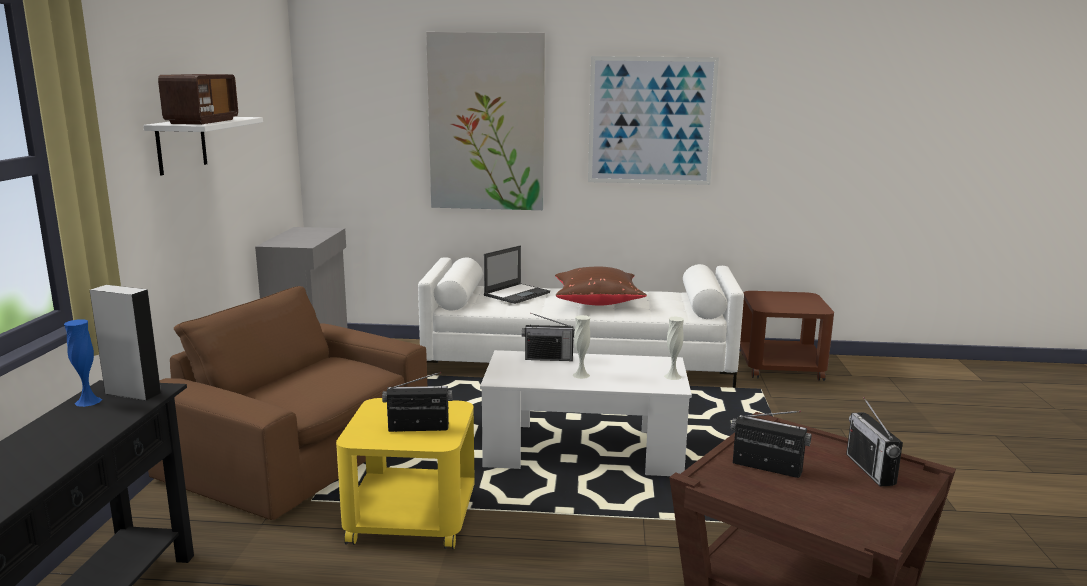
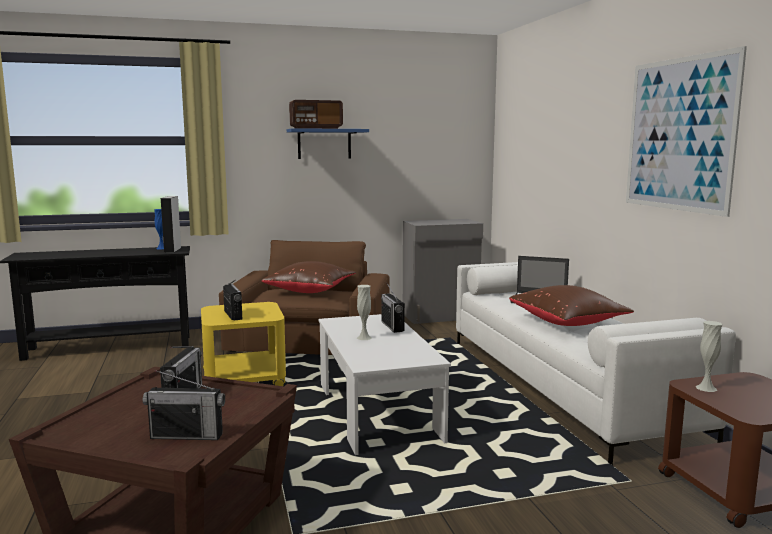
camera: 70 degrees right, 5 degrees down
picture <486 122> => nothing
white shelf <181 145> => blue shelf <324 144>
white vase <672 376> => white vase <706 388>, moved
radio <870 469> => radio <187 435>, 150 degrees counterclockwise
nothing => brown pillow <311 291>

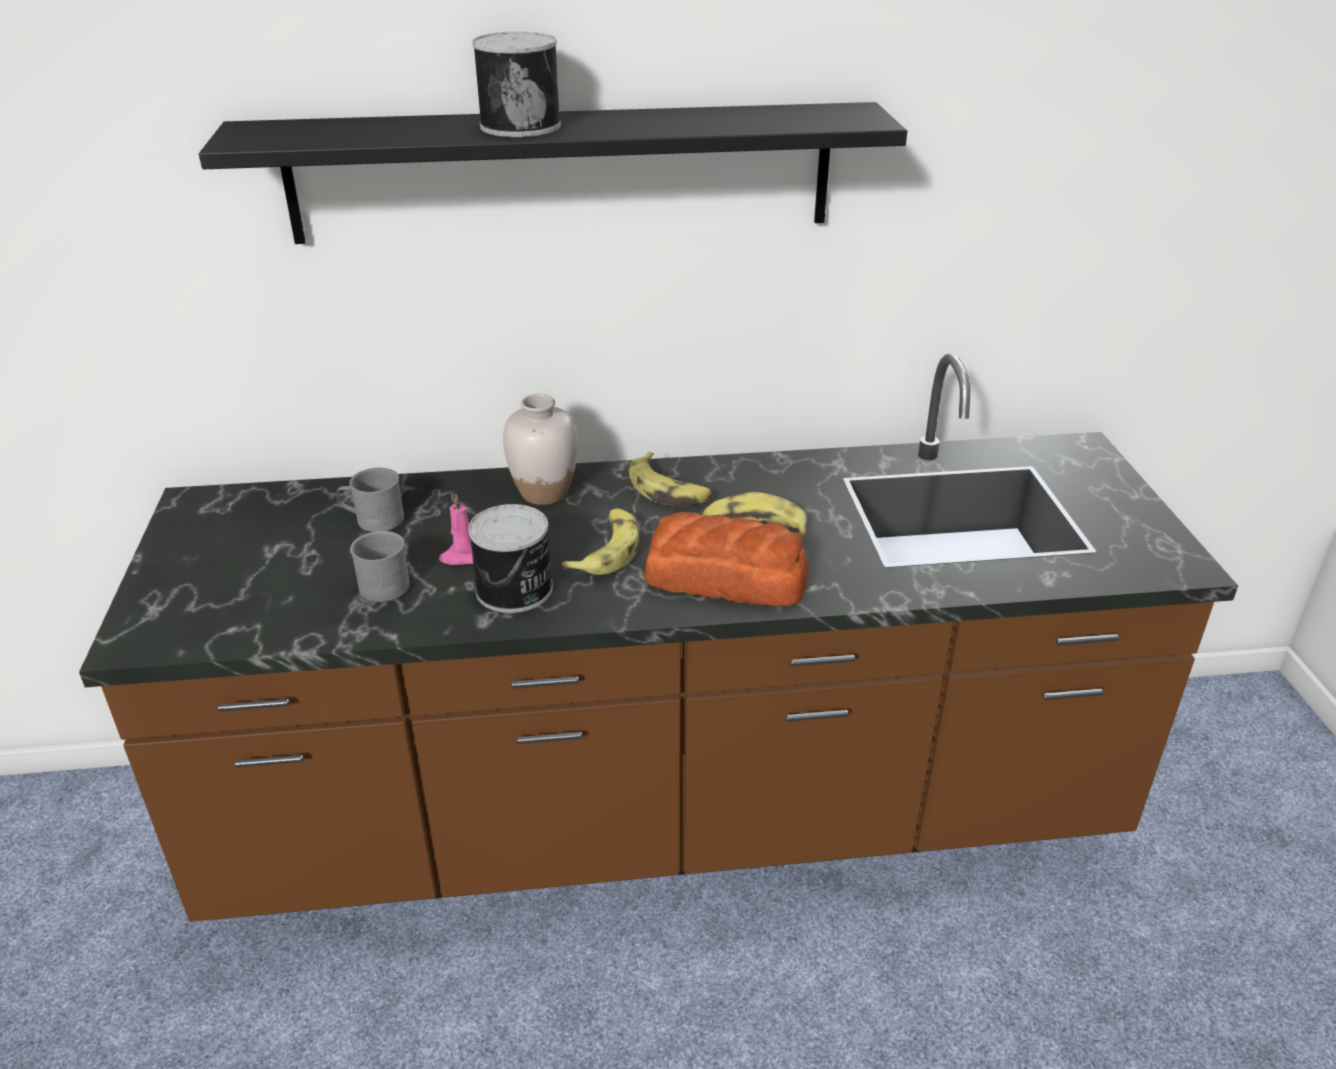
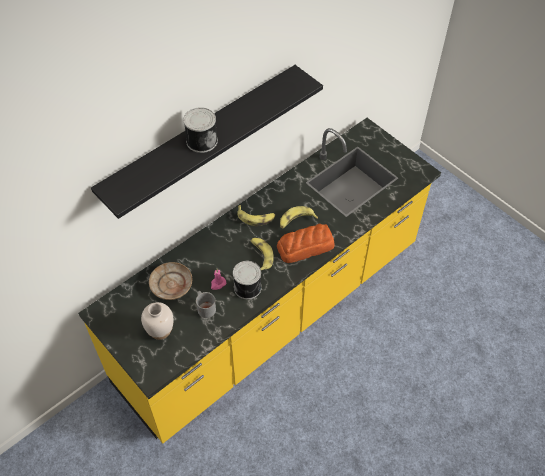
camera: 35 degrees left, 20 degrees up
brown counter <668 817> => yellow counter <272 314>
white vase <543 493> => white vase <160 331>, moved
grey mug <373 519> => beige plate <171 285>

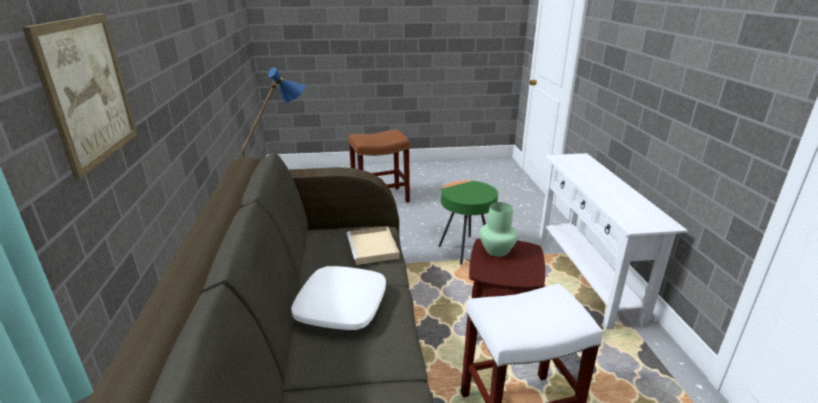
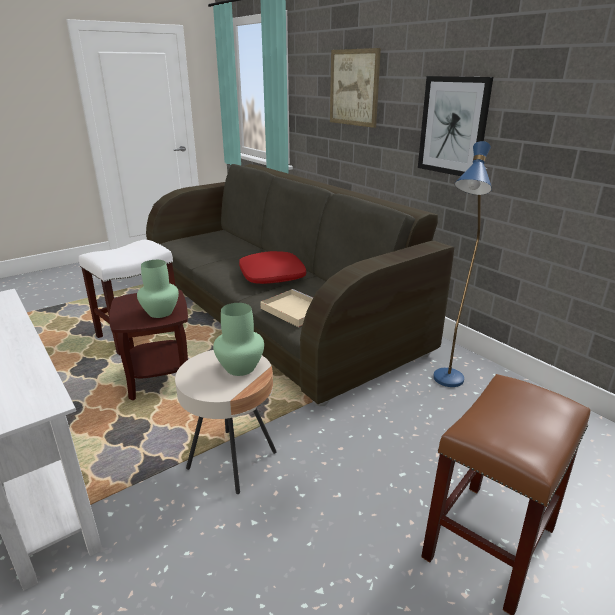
camera: 150 degrees right, 0 degrees up
green side table <465 250> => beige side table <232 460>
white pillow <341 306> => red pillow <272 276>
nothing => picture <453 126>
nothing => green vase <239 367>

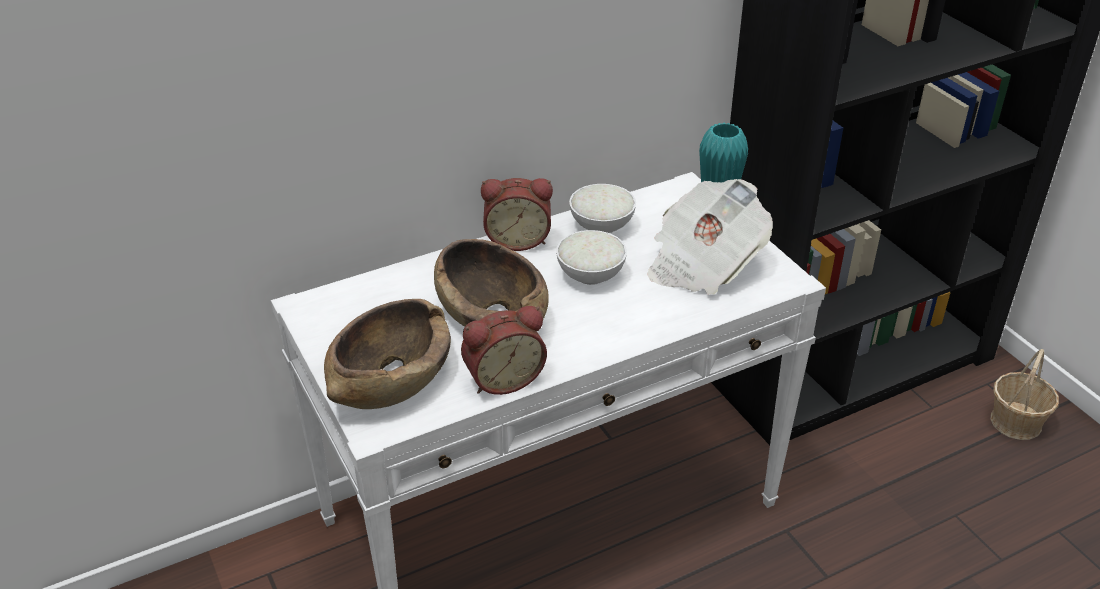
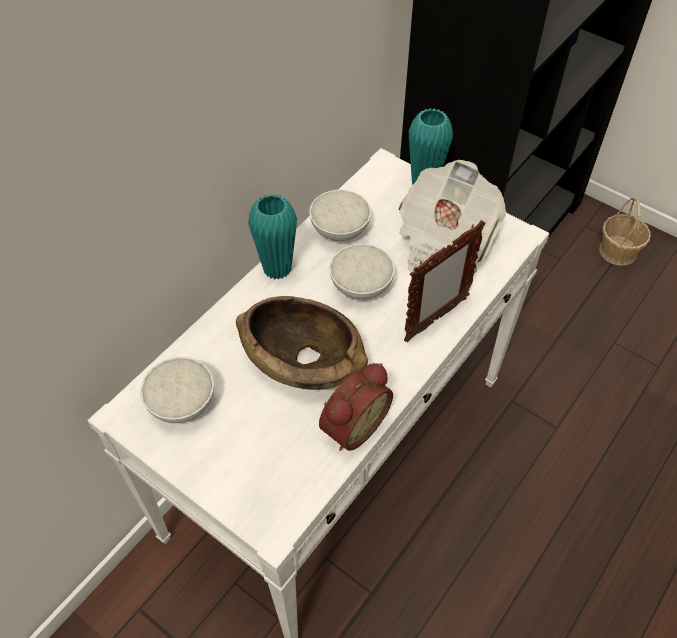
camera: 25 degrees left, 15 degrees up
alarm clock <518 239> => turquoise vase <277 269>
brown bowl <390 379> => nothing
nothing => picture frame <435 319>
nothing => white bowl <183 404>

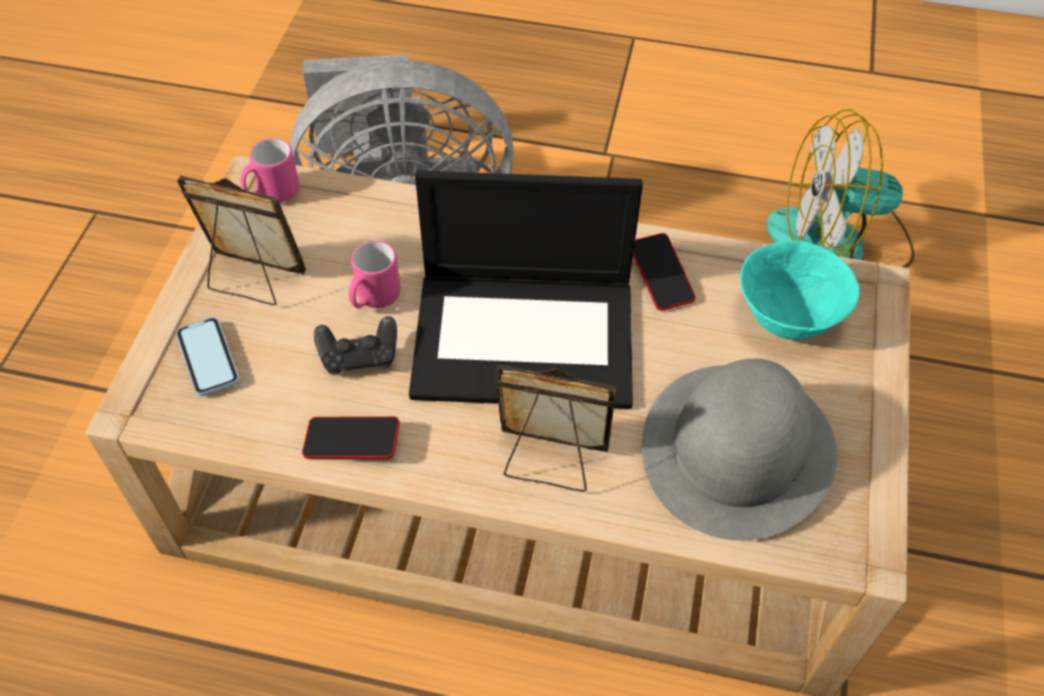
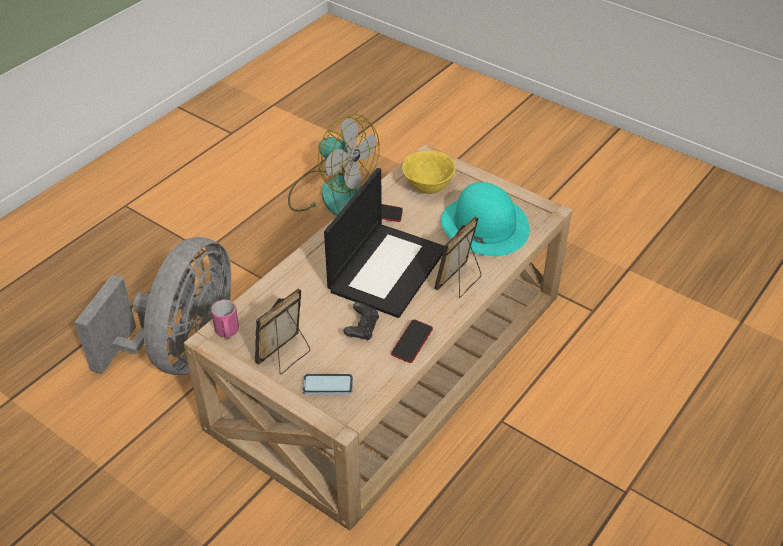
camera: 65 degrees left, 10 degrees down
fan <839 243> => fan <331 193>, 75 degrees counterclockwise
pink mug <374 299> => nothing
turquoise bowl <786 318> => yellow bowl <427 187>
grey hat <737 448> => turquoise hat <484 225>

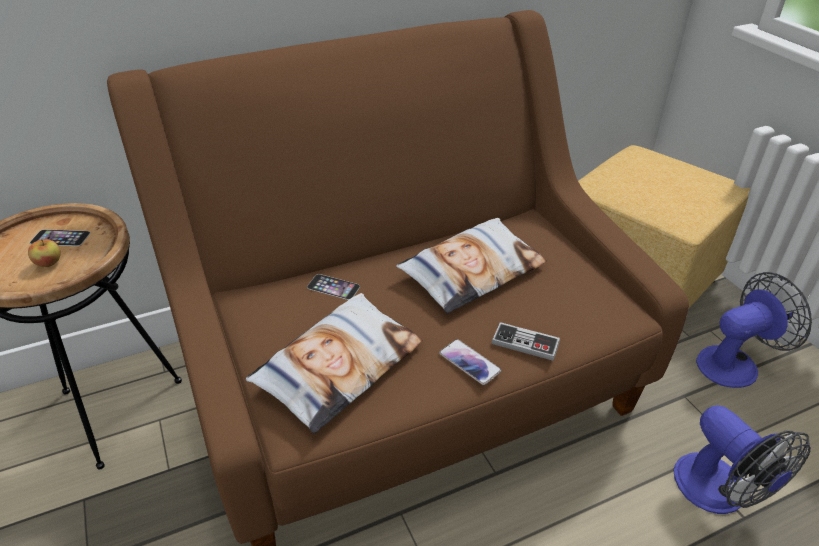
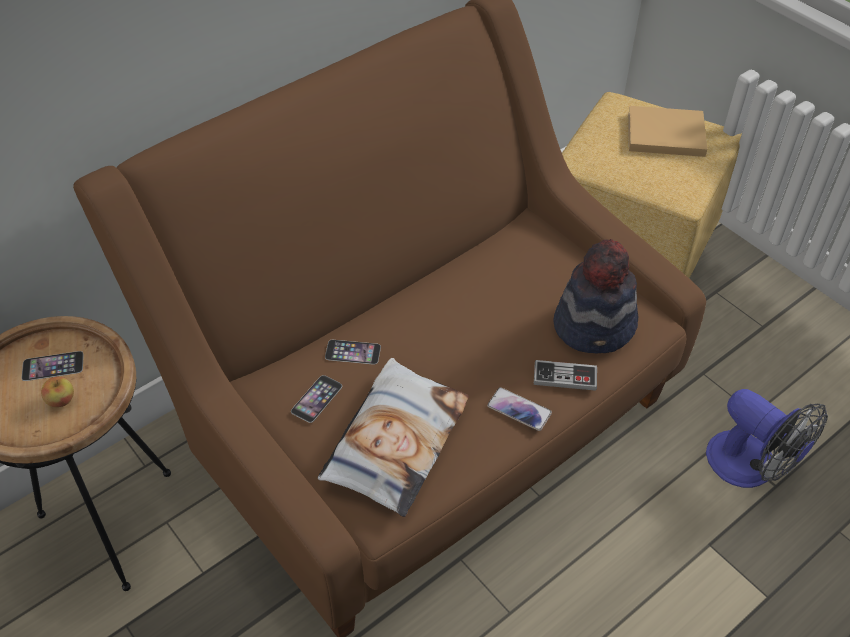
camera: 15 degrees left, 10 degrees up
pillow <472 271> => nothing
fan <735 363> => nothing
nothing => beige book <663 134>
nothing => hat <595 325>
nothing => phone <316 398>

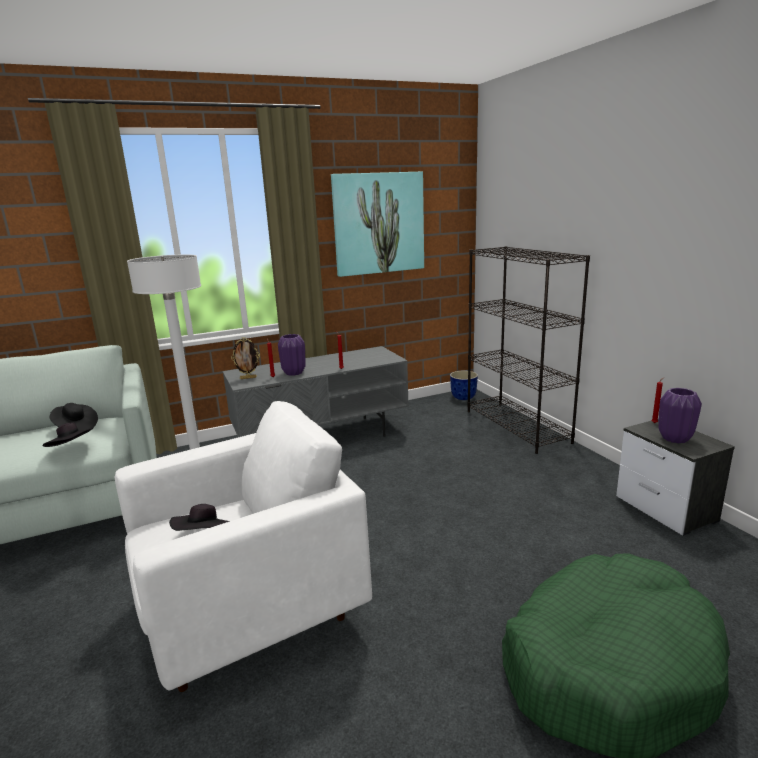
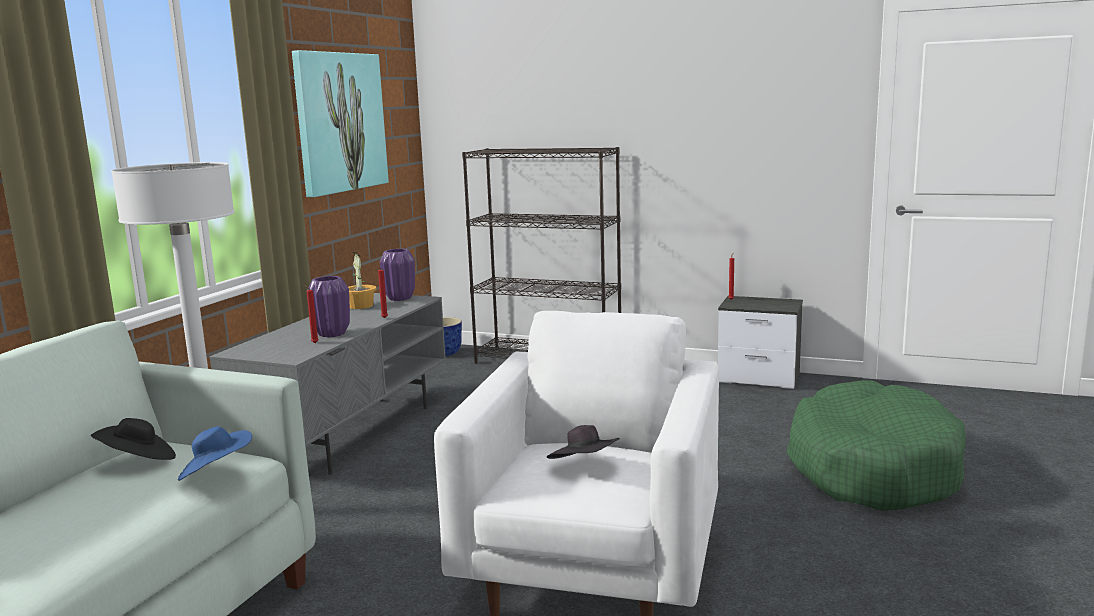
camera: 45 degrees left, 5 degrees down
picture frame <248 378> => nothing
purple vase <674 438> => purple vase <399 298>, moved
black hat <72 448> => blue hat <216 473>
nothing => potted plant <360 306>

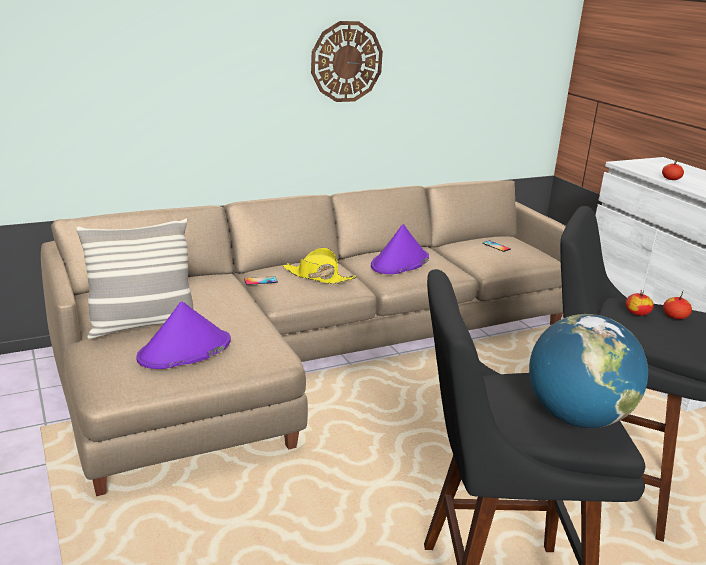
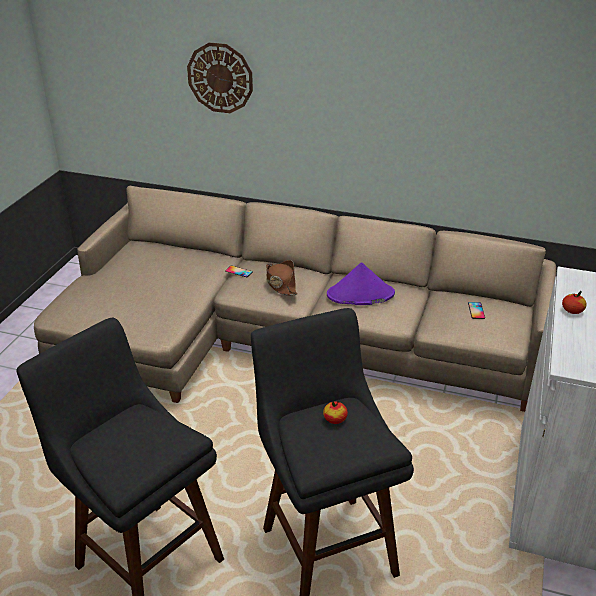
camera: 45 degrees right, 10 degrees up
wall clock <346 62> => wall clock <220 78>, moved
pillow <142 324> => nothing
yellow hat <318 277> => brown hat <280 283>
apple <675 317> => nothing
purple hat <184 350> => nothing
globe <576 417> => nothing

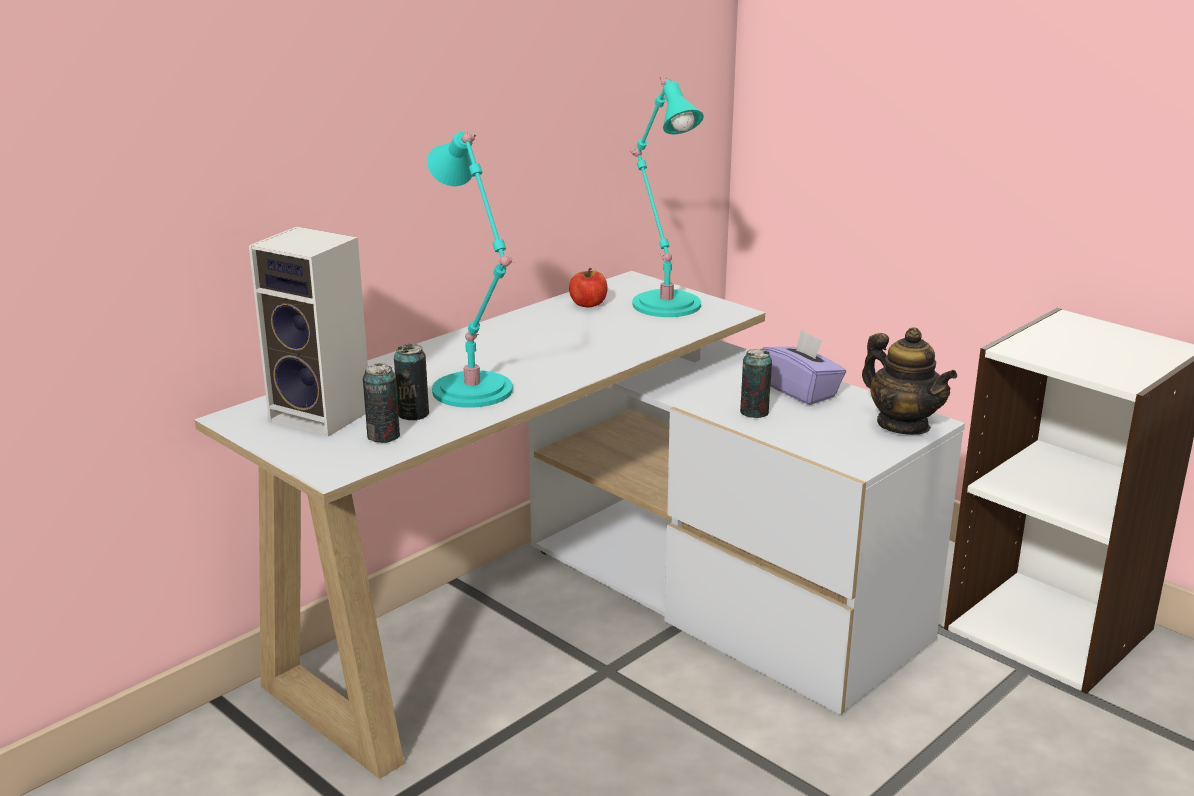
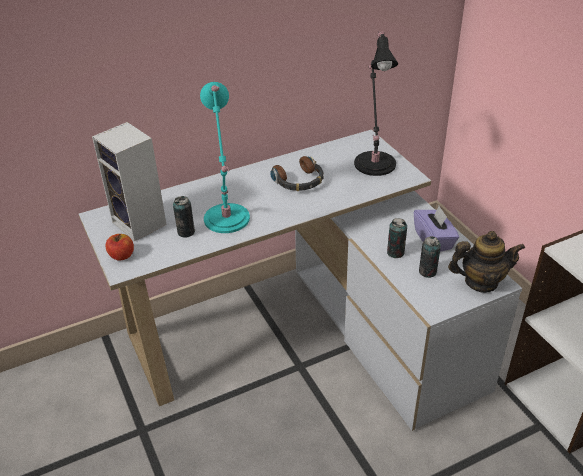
camera: 20 degrees right, 15 degrees up
turquoise table lamp <664 302> => black table lamp <374 161>
apple <588 304> => apple <121 256>, moved
teapot <903 425> => teapot <481 282>, 75 degrees counterclockwise
can <383 436> => can <427 272>, moved
nothing => headphones <299 181>

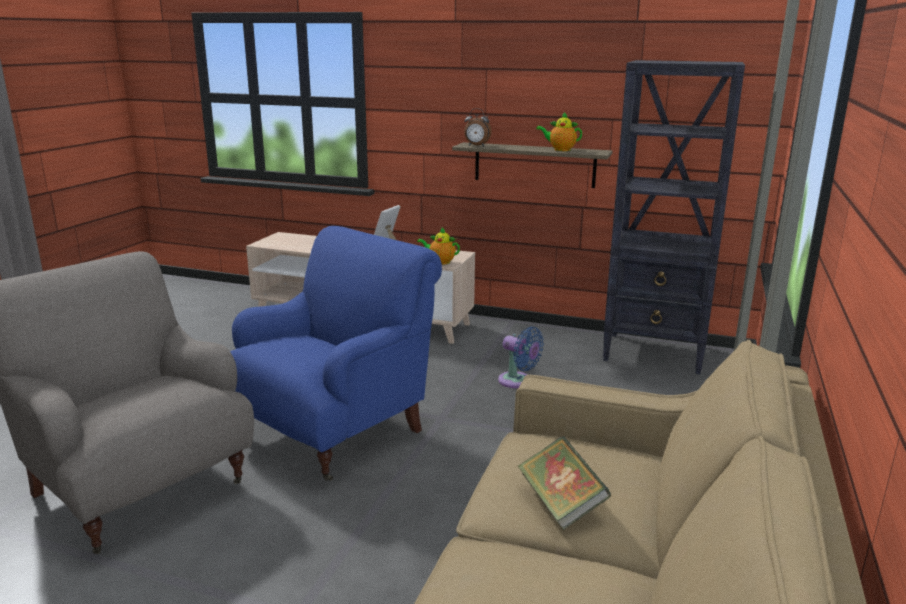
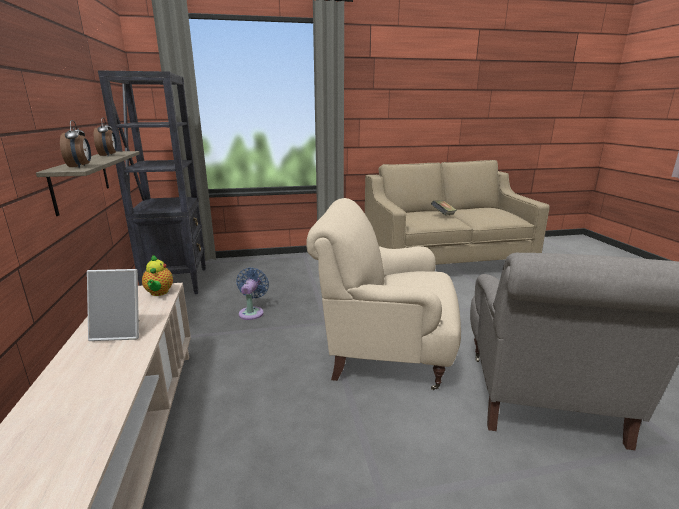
camera: 120 degrees left, 0 degrees up
teapot <560 149> => alarm clock <109 155>
blue armchair <335 431> => beige armchair <384 353>

